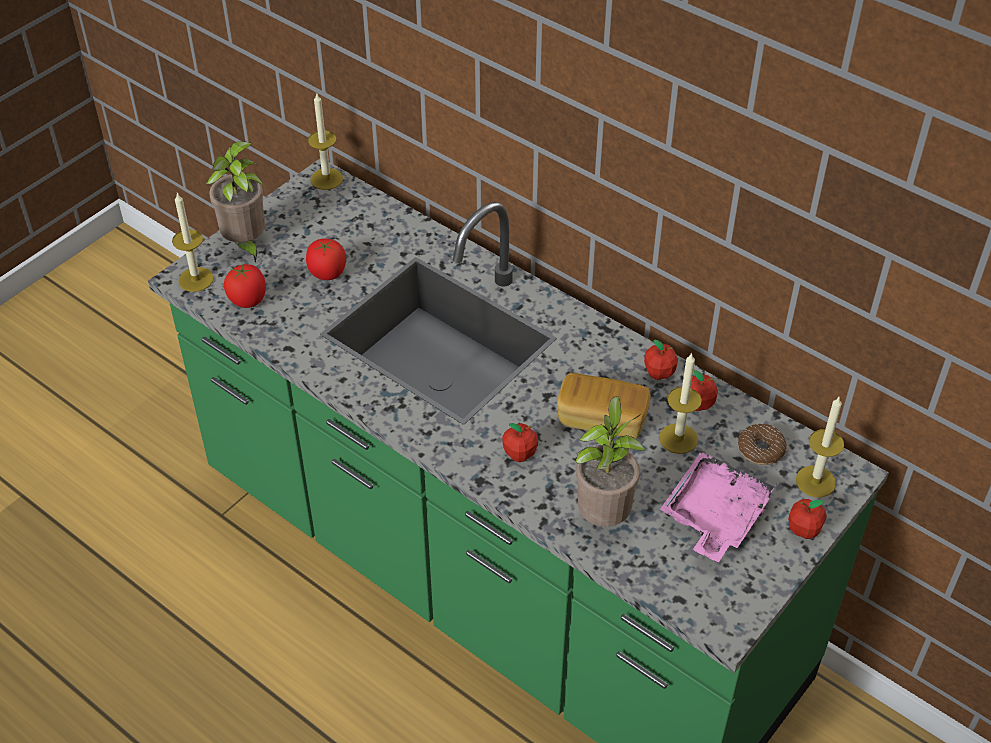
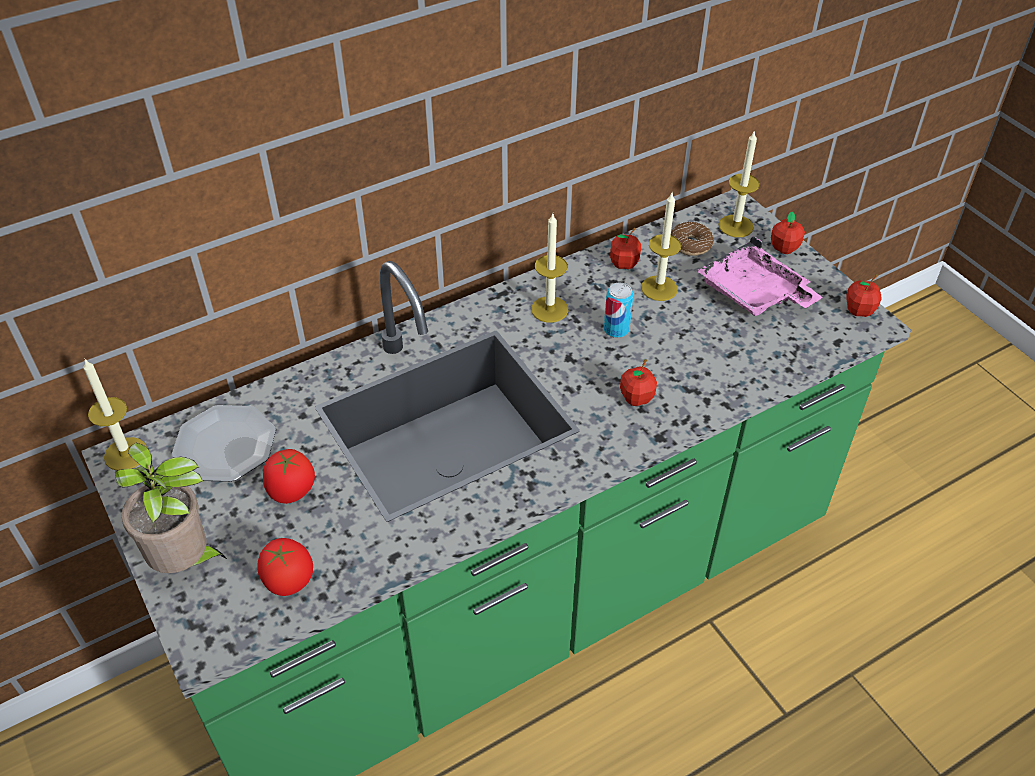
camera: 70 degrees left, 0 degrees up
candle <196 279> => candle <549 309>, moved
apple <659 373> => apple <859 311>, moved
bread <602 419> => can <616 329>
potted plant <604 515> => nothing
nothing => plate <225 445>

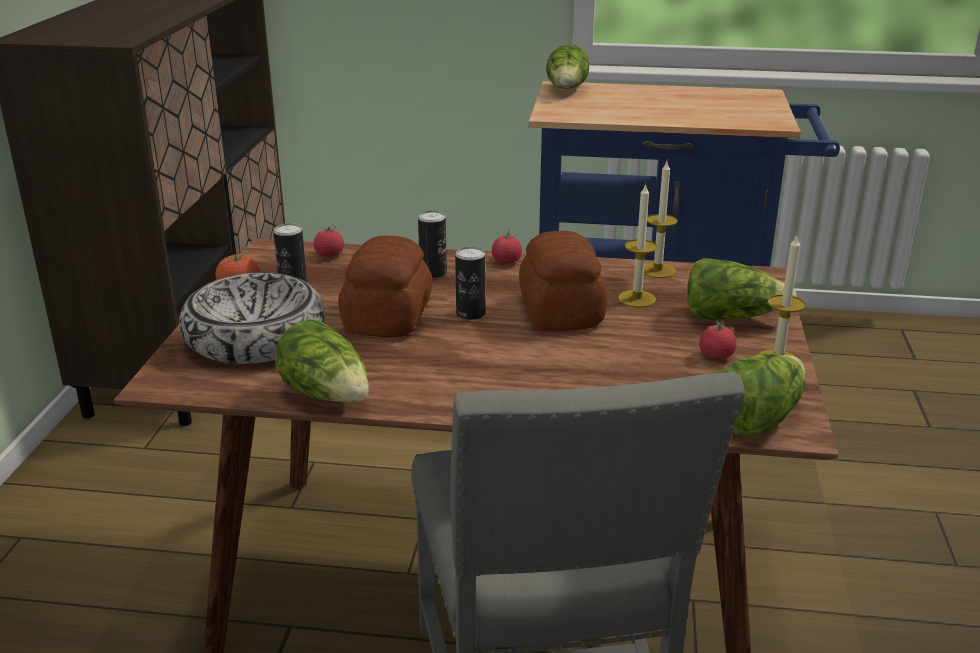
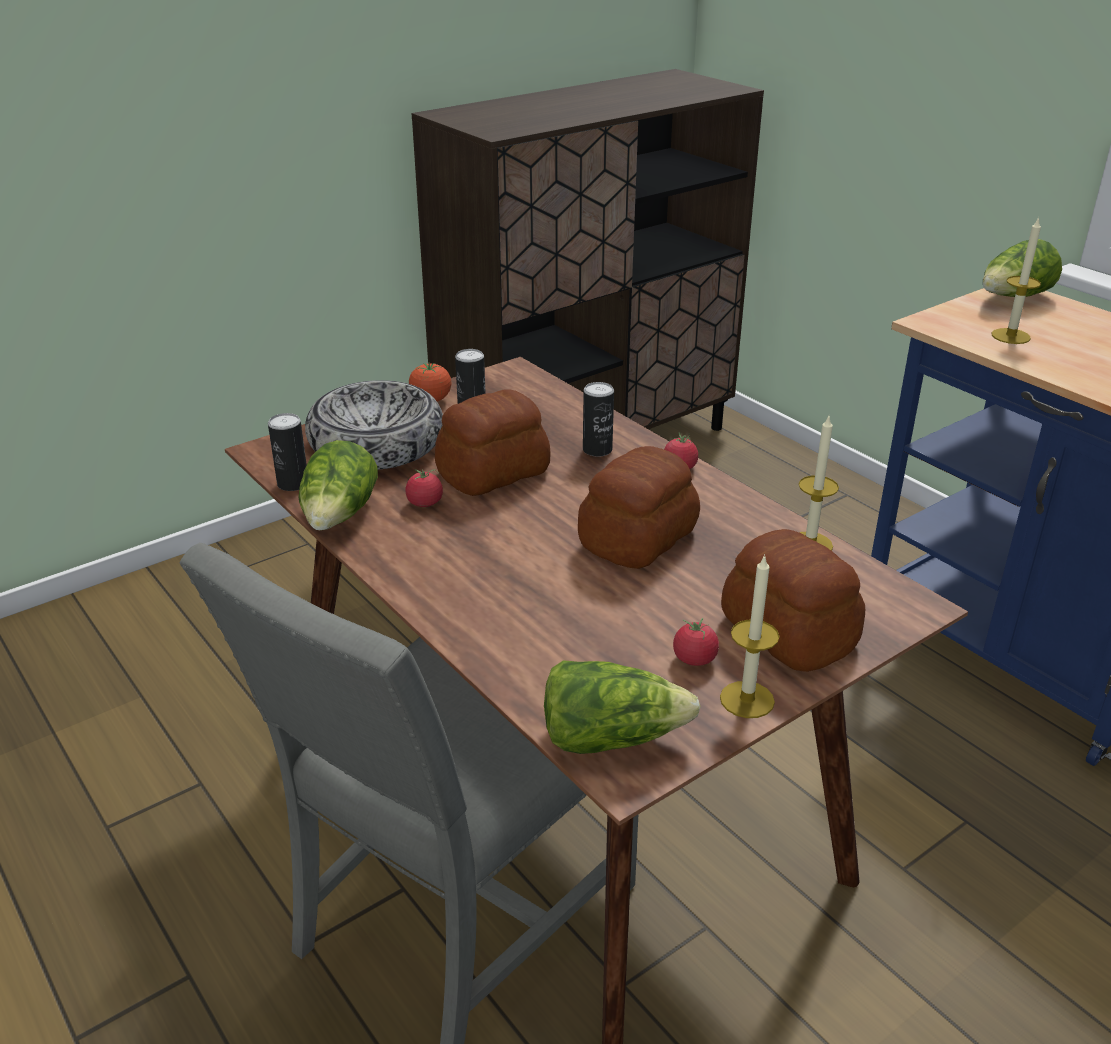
camera: 45 degrees right, 5 degrees up
candle <637 299> => candle <1010 336>, moved
tomato <329 255> => tomato <425 503>, moved
can <470 314> => can <293 484>, moved
lettuce <731 317> => bread <789 631>

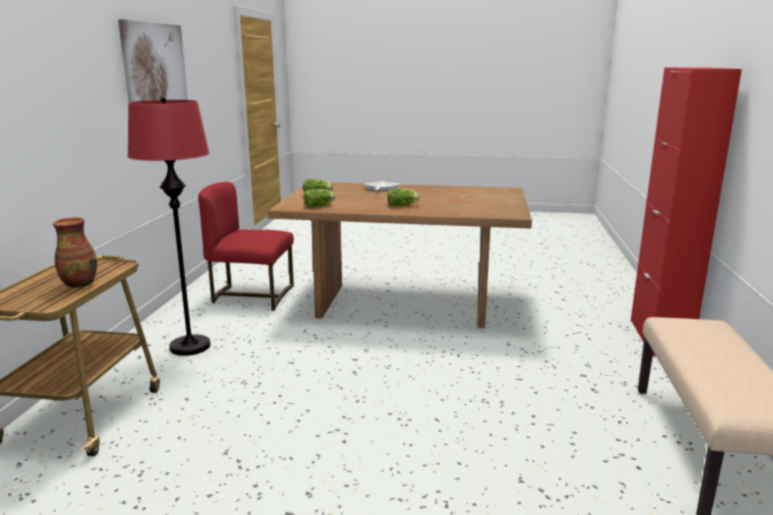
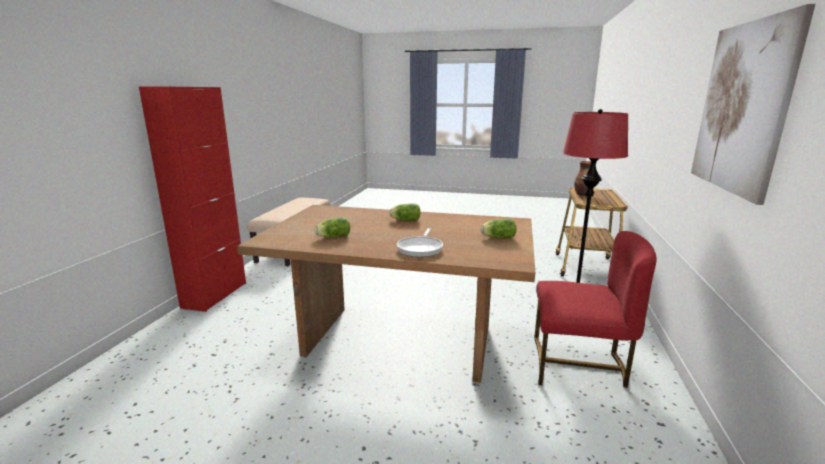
camera: 175 degrees left, 0 degrees up
lettuce <320 206> => lettuce <332 237>, moved

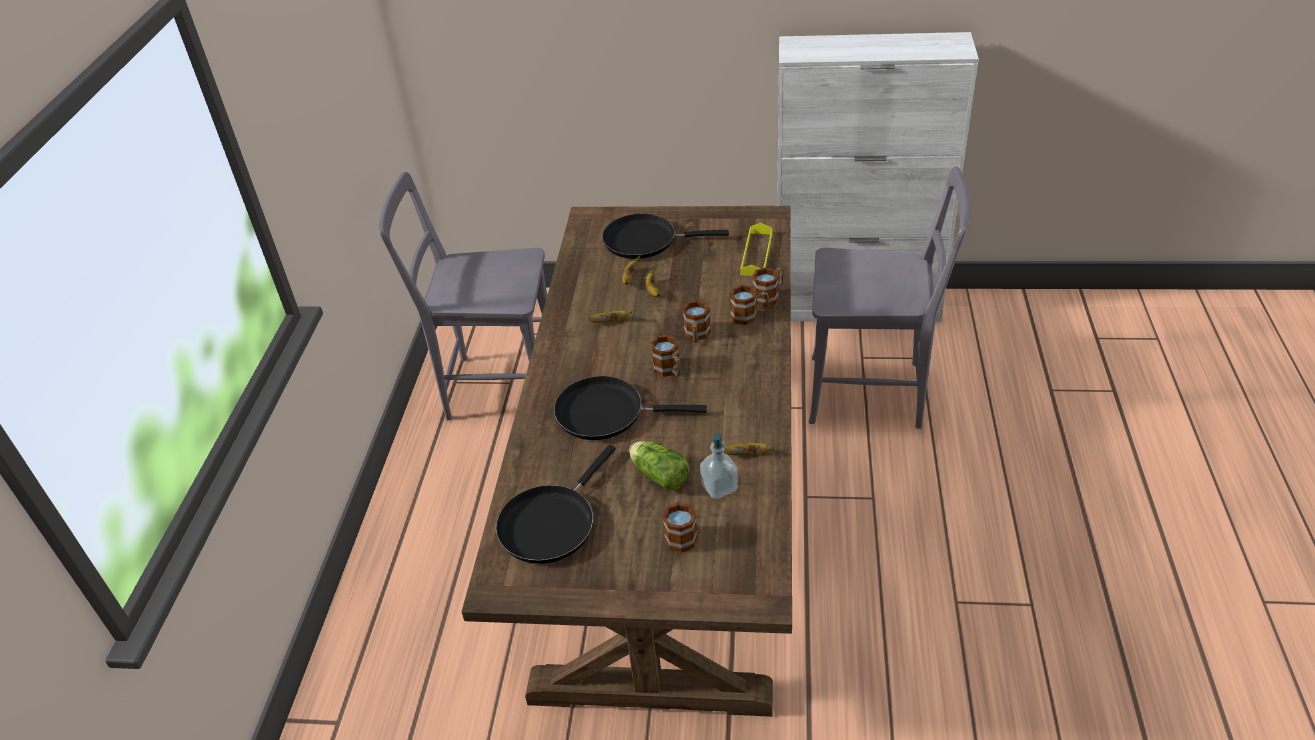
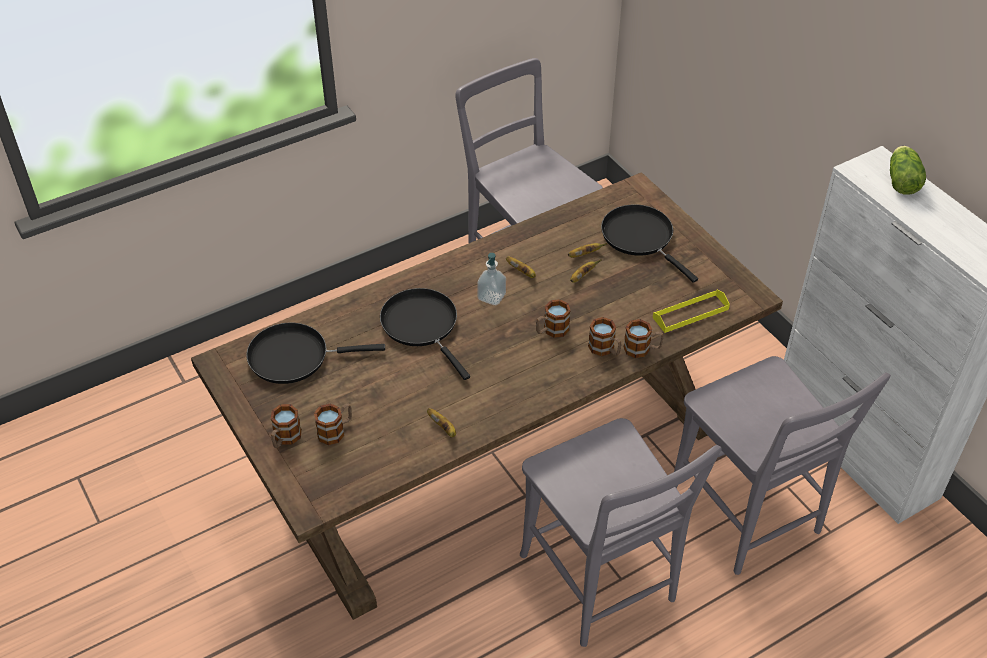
camera: 50 degrees right, 5 degrees up
mug <669 371> => mug <285 438>, moved
soap dispenser <719 487> => soap dispenser <491 297>, moved
lettuce <658 474> => lettuce <902 179>, moved
nothing => grey chair <602 584>

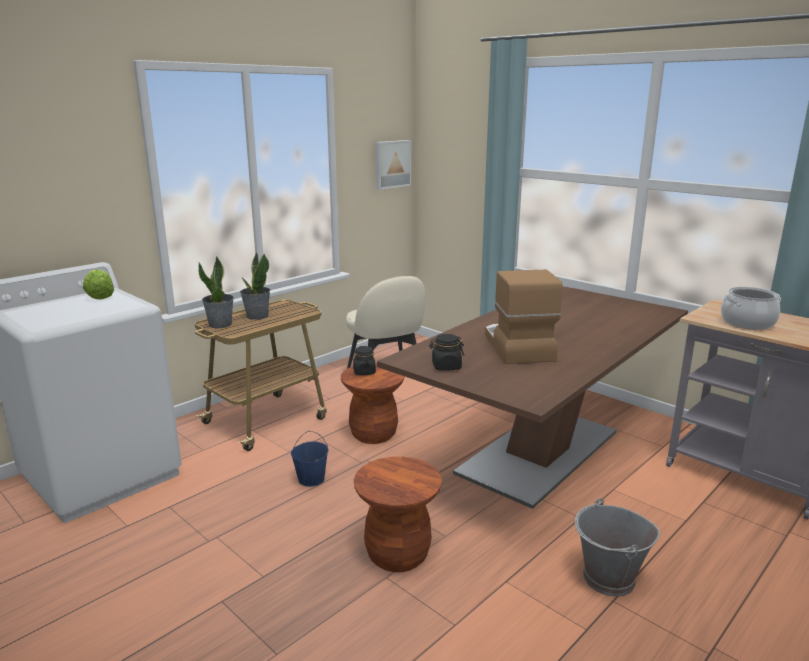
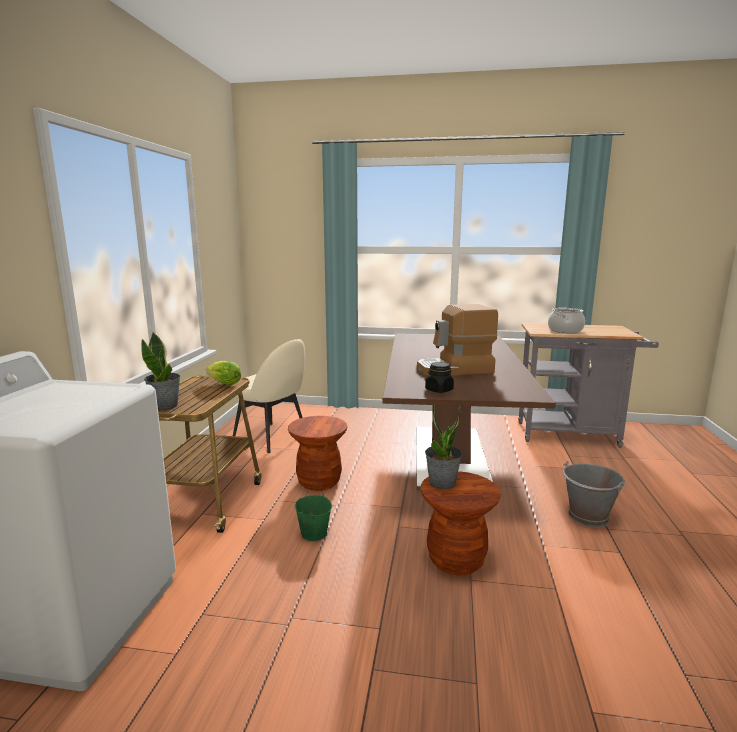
camera: 35 degrees left, 5 degrees down
picture <391 164> => nothing
potted plant <257 316> => potted plant <442 483>, moved
lettuce <99 297> => lettuce <224 383>, moved
coffee machine <517 347> => coffee machine <455 370>, 60 degrees counterclockwise
black jar <364 372> => nothing
blue bucket <311 479> => green bucket <313 533>

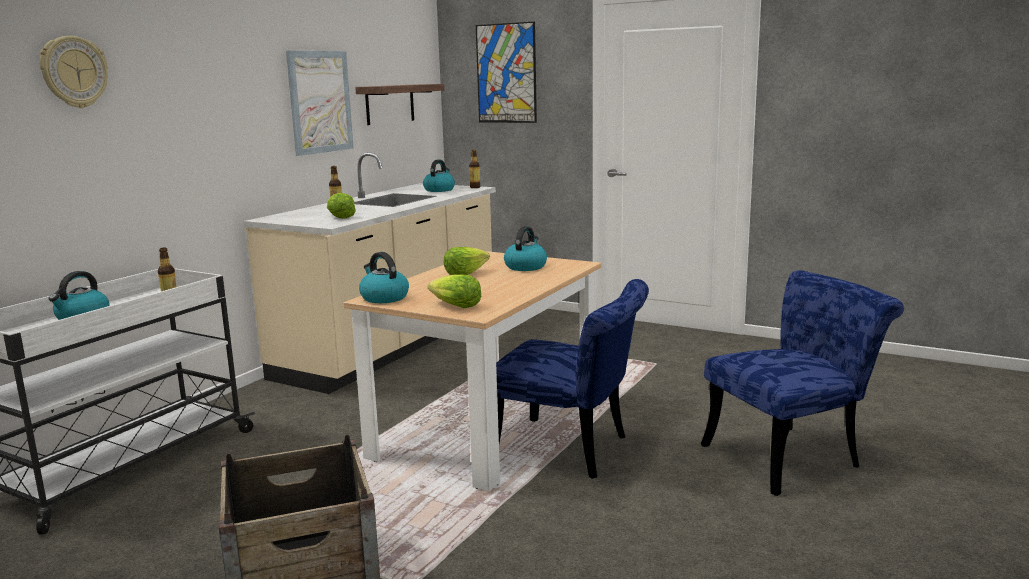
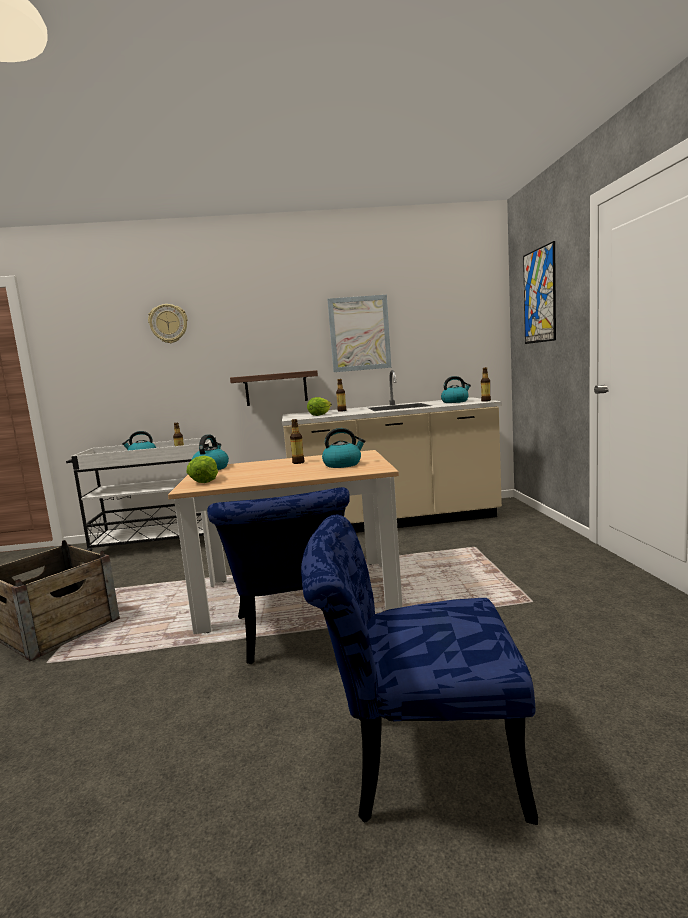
camera: 55 degrees right, 5 degrees down
shelf <390 104> => shelf <276 388>, moved
lettuce <465 273> => bottle <298 462>
blue chair <792 455> => blue chair <416 760>, 150 degrees clockwise

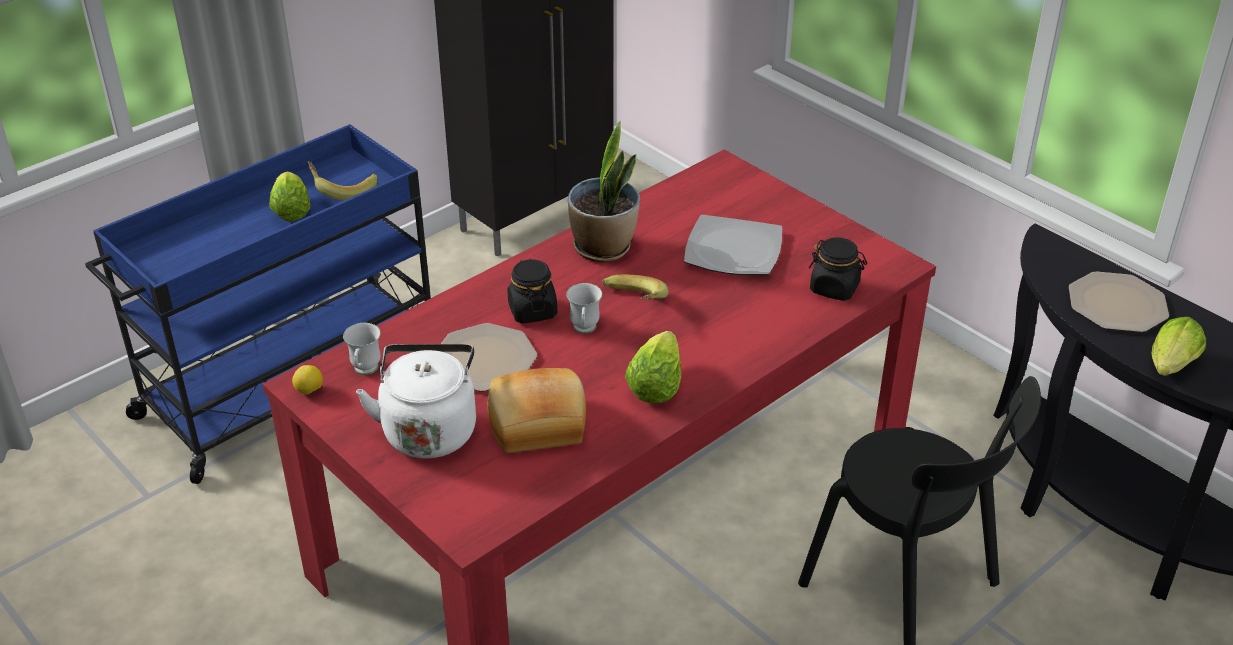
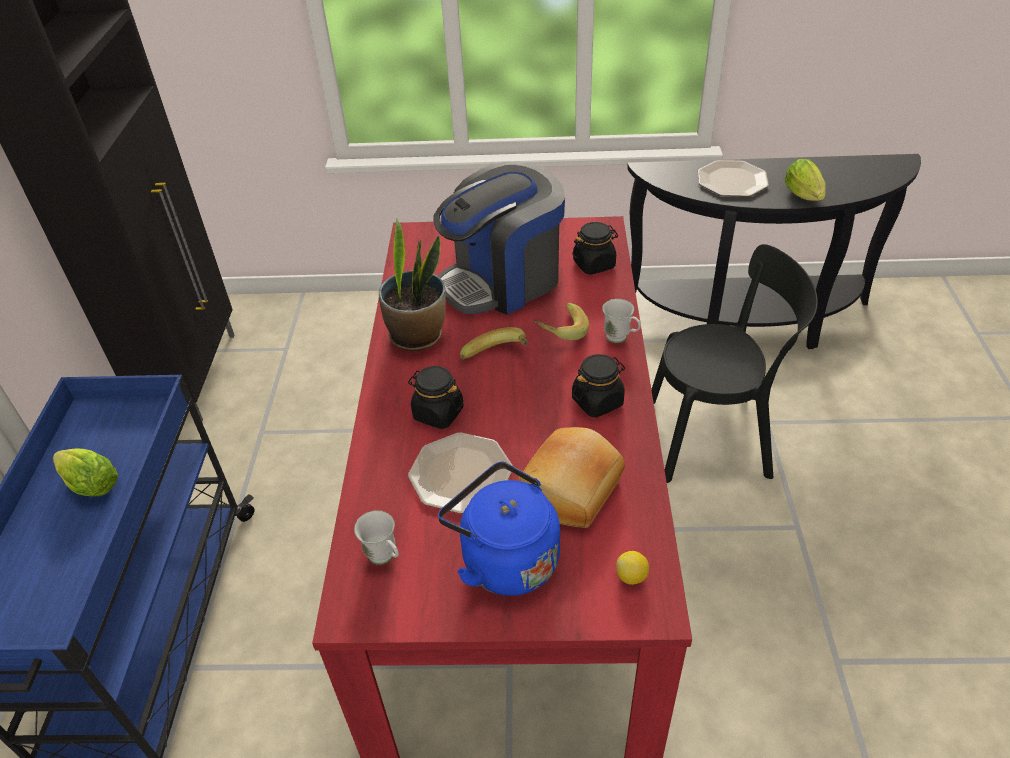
camera: 45 degrees left, 5 degrees up
banana <343 190> => banana <559 332>, moved
plate <734 251> => coffee machine <502 281>
white mug <584 330> => white mug <621 339>, moved
lettuce <655 386> => black jar <597 401>
white kettle <429 429> => blue kettle <504 558>
lemon <309 391> => lemon <631 576>, moved

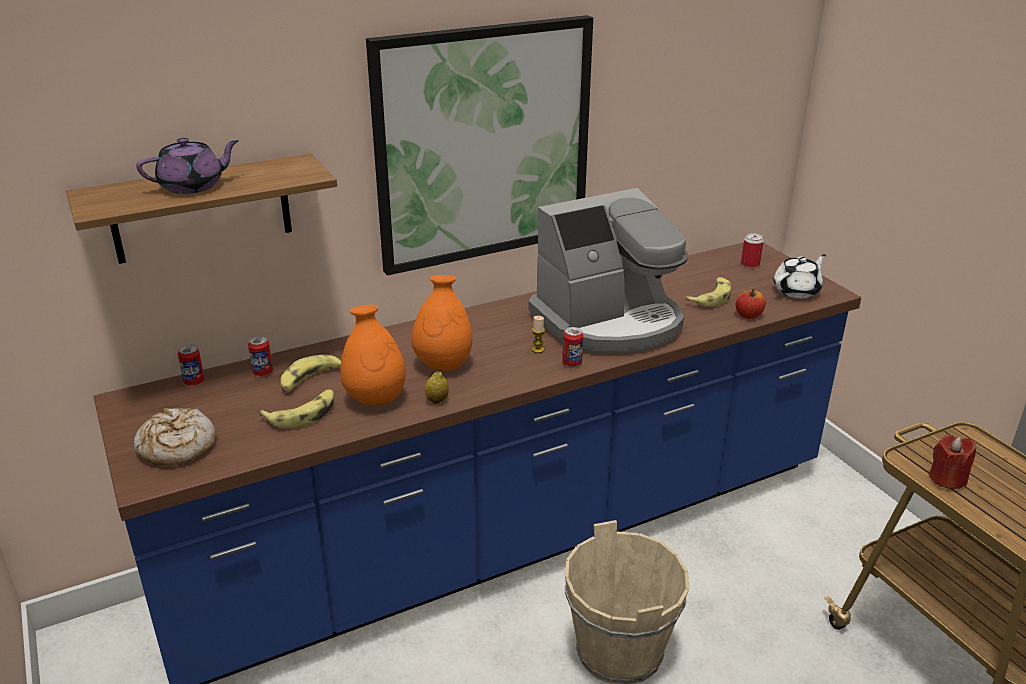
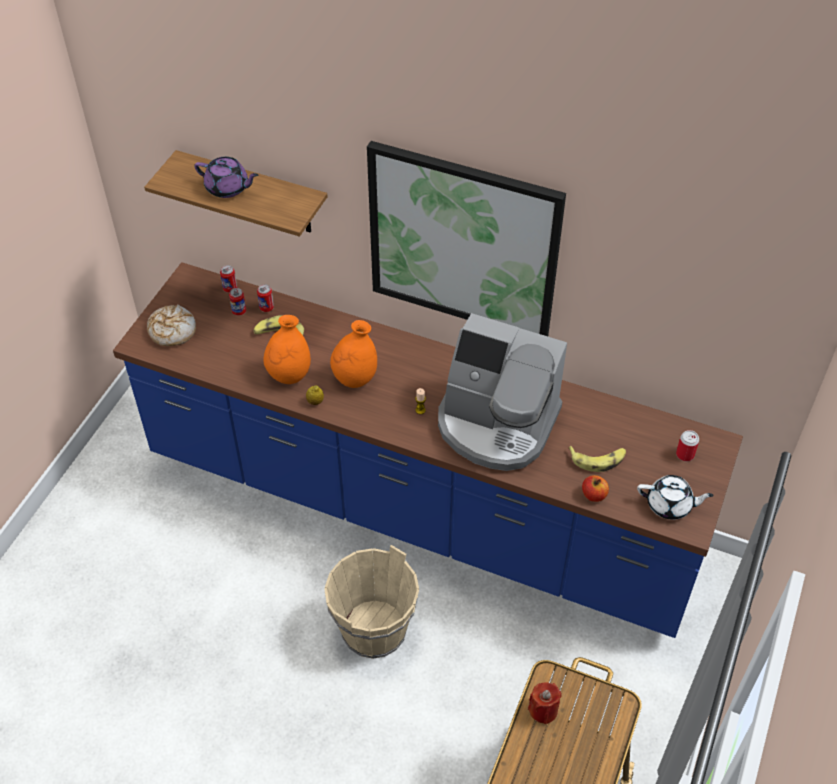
camera: 50 degrees right, 20 degrees up
can <572 363> => can <239 311>, moved
banana <303 414> => nothing

